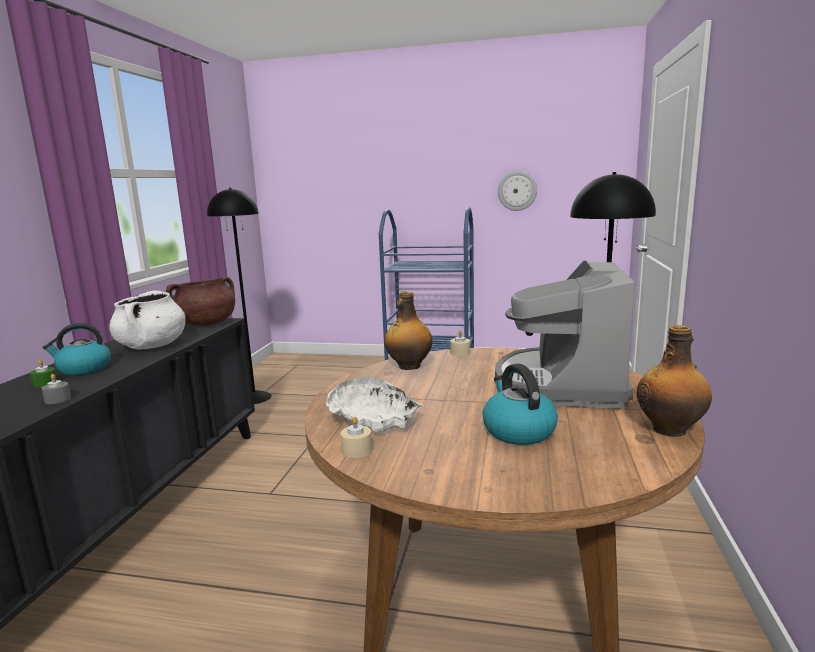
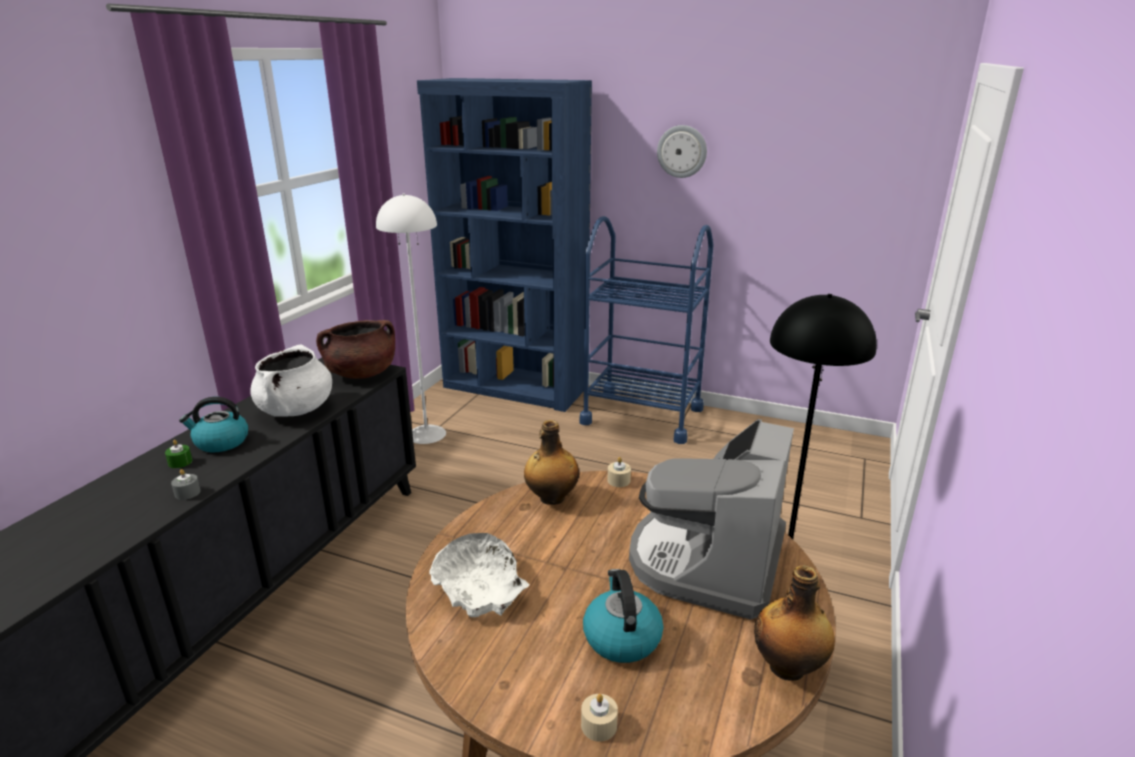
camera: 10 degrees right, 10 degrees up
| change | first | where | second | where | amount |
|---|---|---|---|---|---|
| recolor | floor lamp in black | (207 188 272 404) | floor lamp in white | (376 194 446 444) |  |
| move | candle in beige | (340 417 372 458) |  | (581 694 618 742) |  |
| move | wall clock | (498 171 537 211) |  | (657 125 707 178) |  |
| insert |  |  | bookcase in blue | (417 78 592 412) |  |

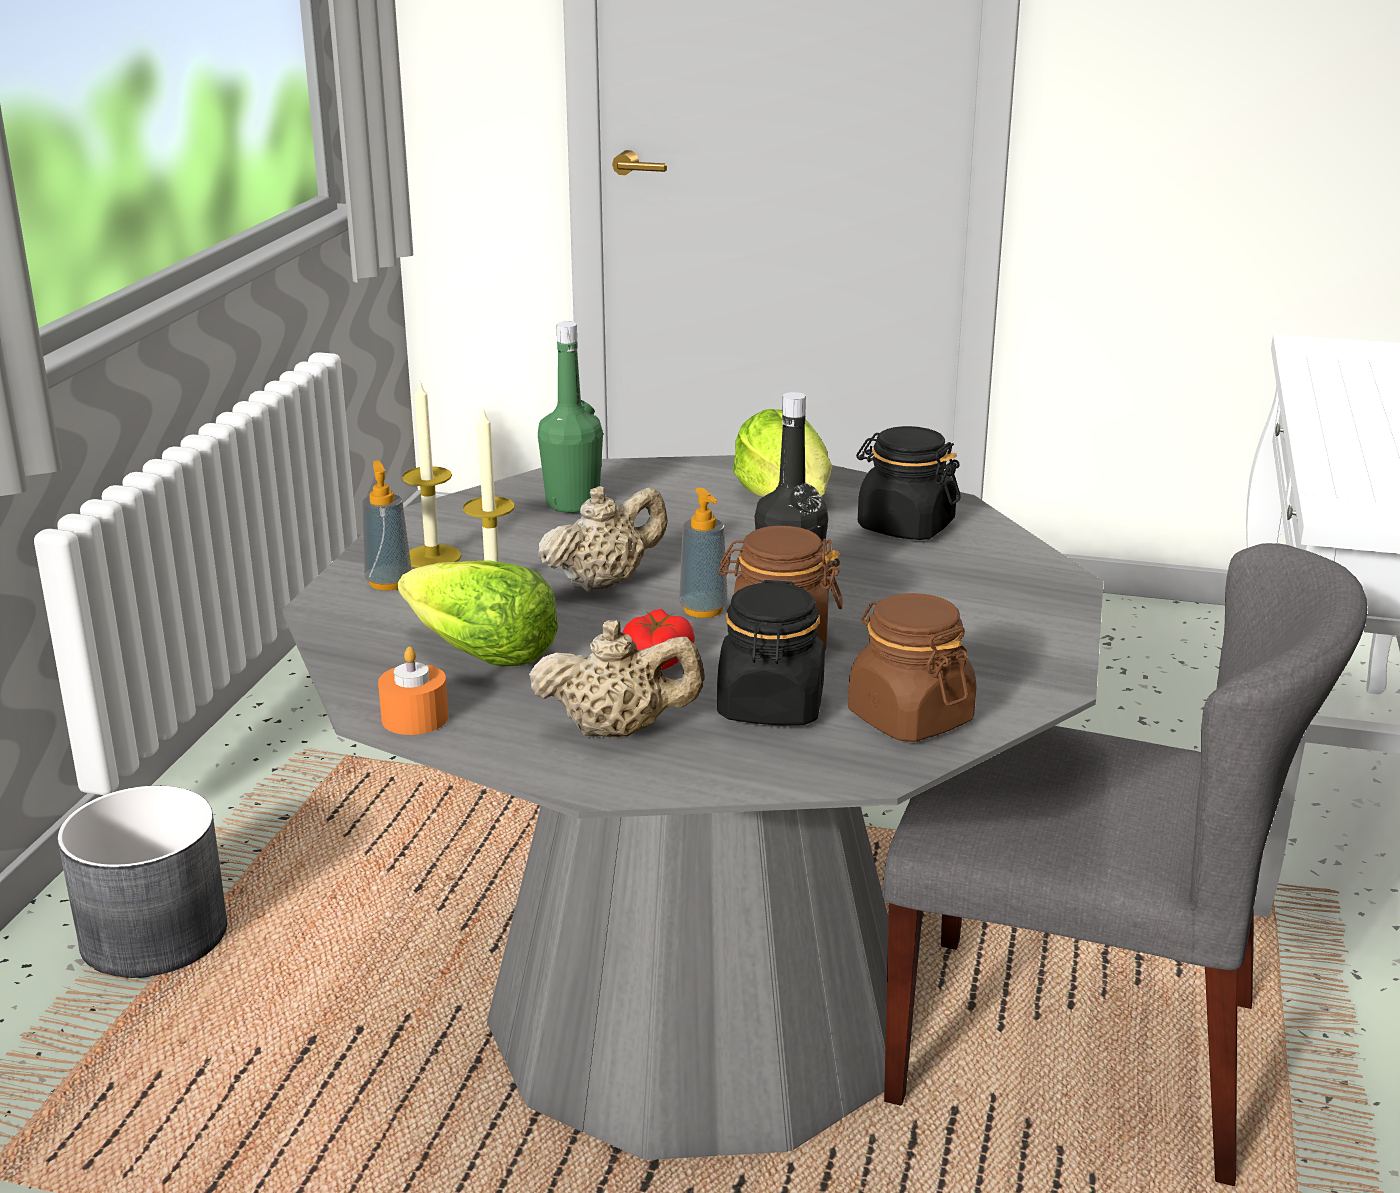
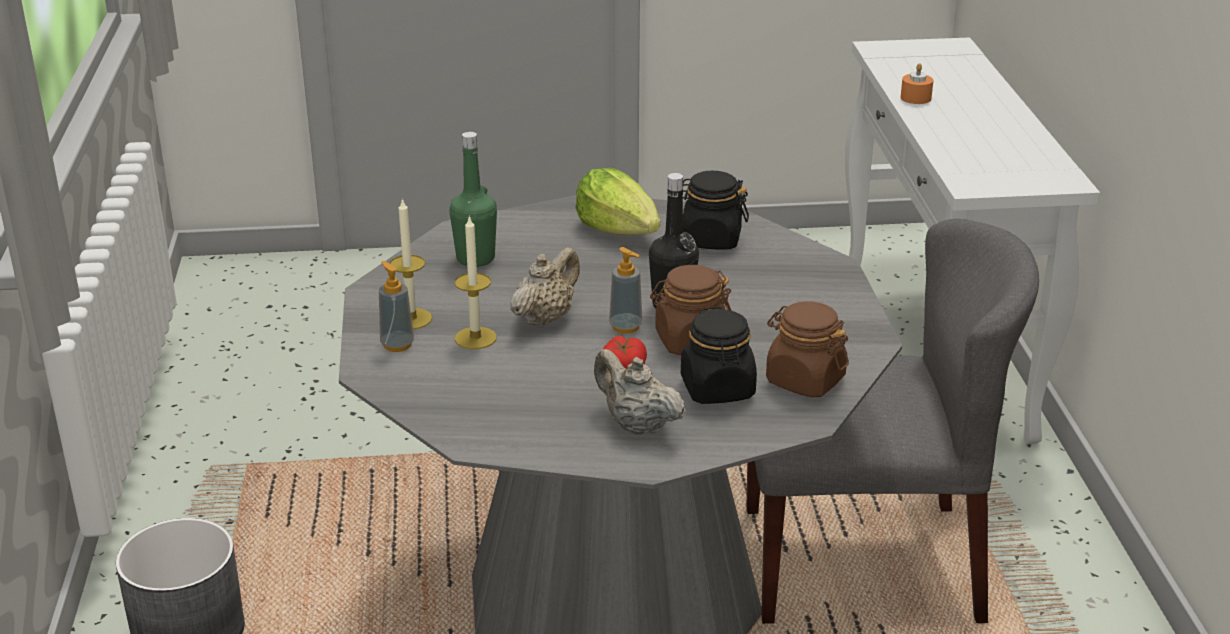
camera: 20 degrees left, 5 degrees up
| change | first | where | second | where | amount |
|---|---|---|---|---|---|
| move | candle in orange | (378 647 449 735) |  | (901 63 933 104) |  |
| delete | lettuce | (398 560 558 667) |  |  |  |
| rotate | teapot in beige | (529 620 705 738) |  | (594 349 686 435) | 120 degrees counterclockwise |

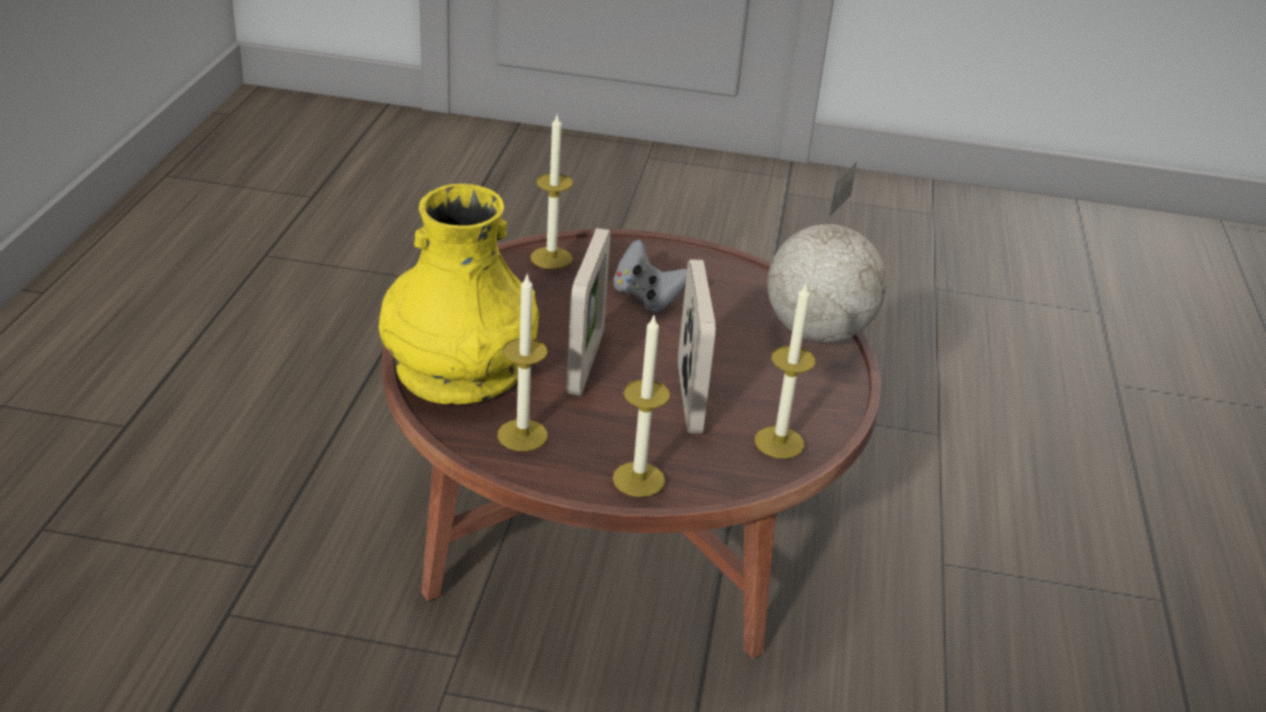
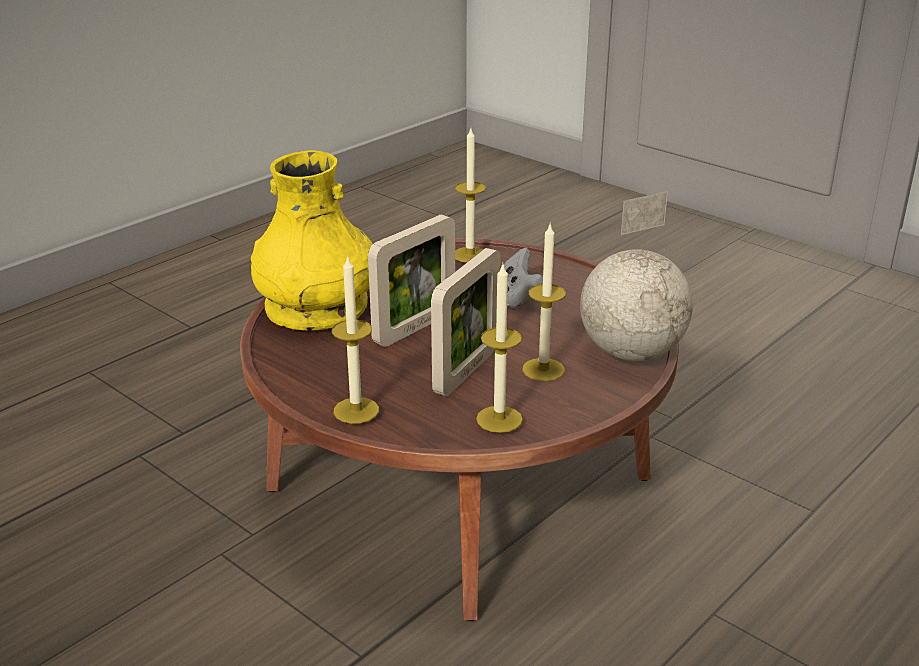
camera: 35 degrees right, 5 degrees down
| change | first | where | second | where | amount |
|---|---|---|---|---|---|
| move | candle | (498 273 548 451) |  | (522 222 566 381) |  |

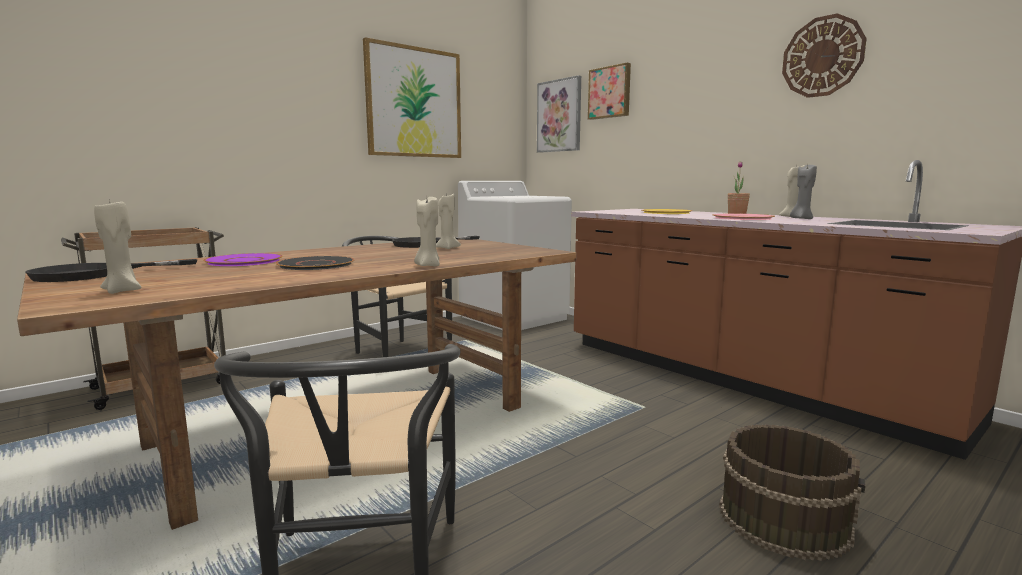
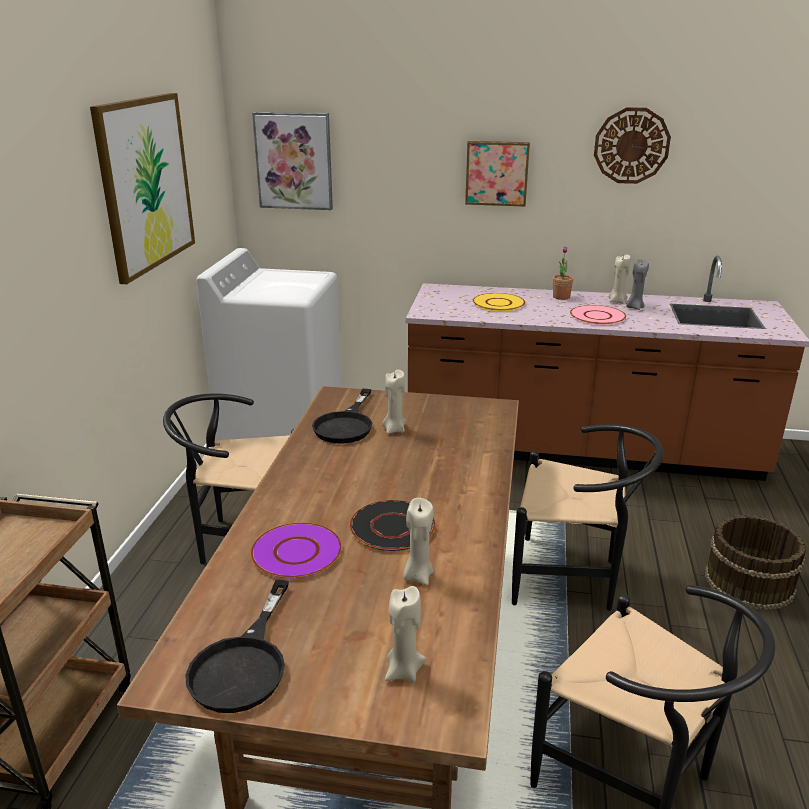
camera: 40 degrees left, 15 degrees up
| change | first | where | second | where | amount |
|---|---|---|---|---|---|
| move | candle in beige | (414 197 440 266) |  | (403 498 434 585) |  |
| move | picture | (588 63 631 120) |  | (465 141 530 207) |  |
| insert |  |  | chair in black | (512 424 664 611) |  |

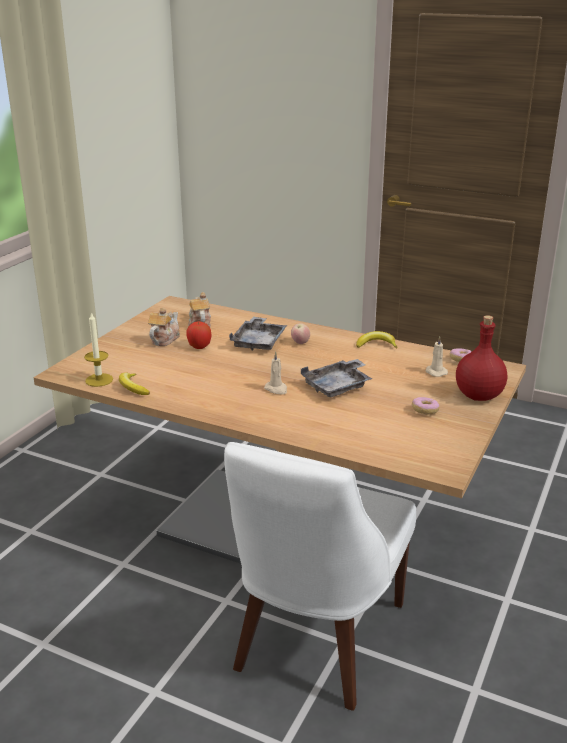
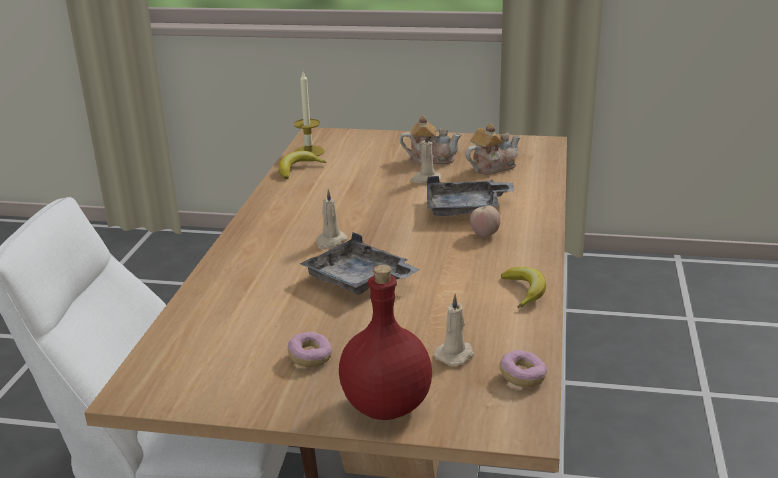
camera: 75 degrees right, 0 degrees up
| change | first | where | second | where | amount |
|---|---|---|---|---|---|
| replace | apple | (187 322 212 349) | candle in beige | (410 132 441 183) |  |

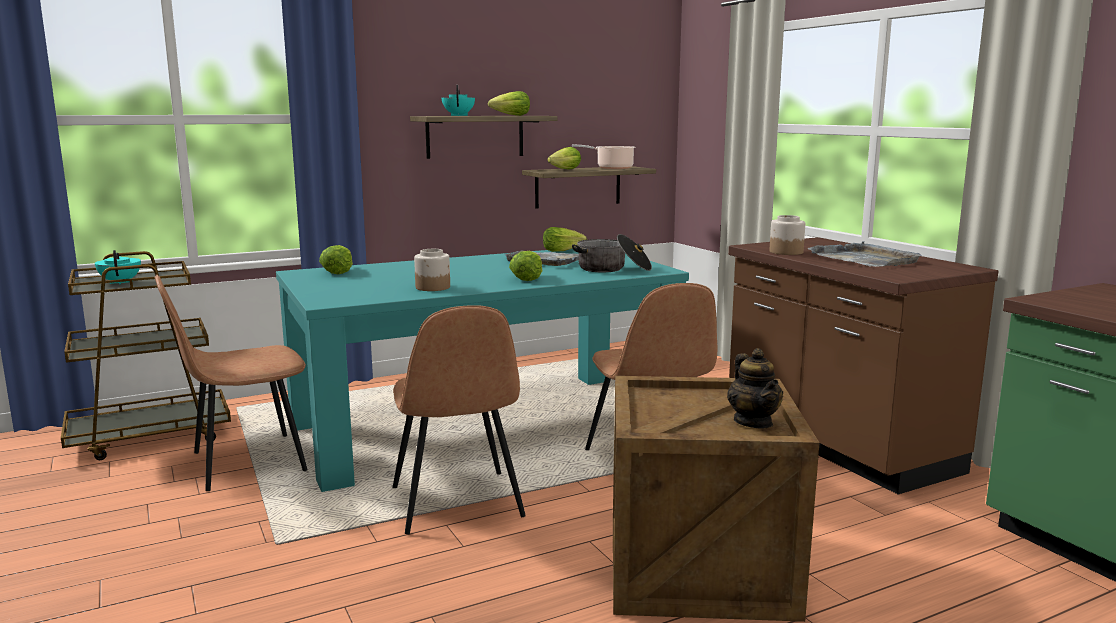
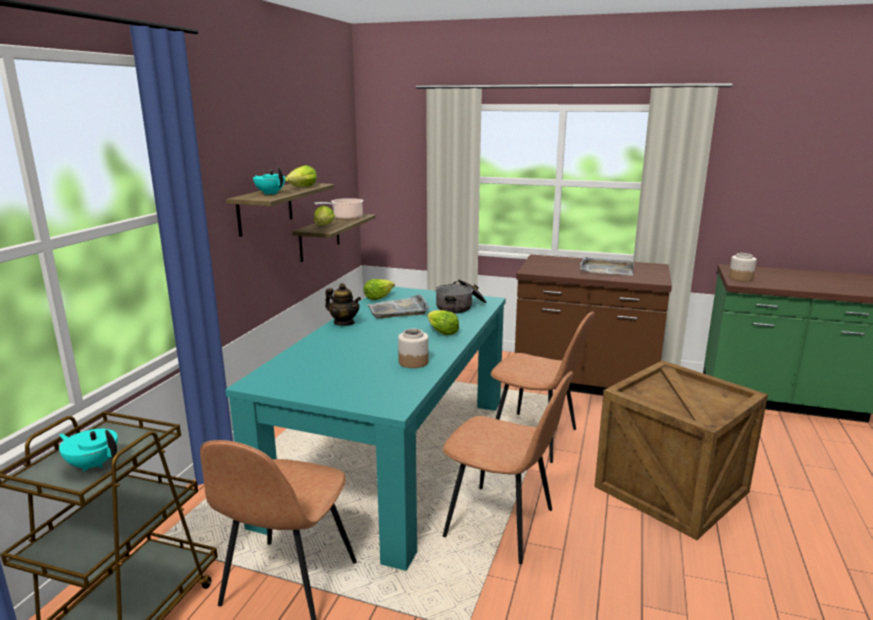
camera: 45 degrees left, 5 degrees up
| change | first | where | second | where | amount |
|---|---|---|---|---|---|
| delete | lettuce | (319 245 353 274) |  |  |  |
| move | teapot | (727 348 783 428) |  | (325 283 361 326) |  |
| move | jar | (770 215 805 255) |  | (729 253 757 281) |  |

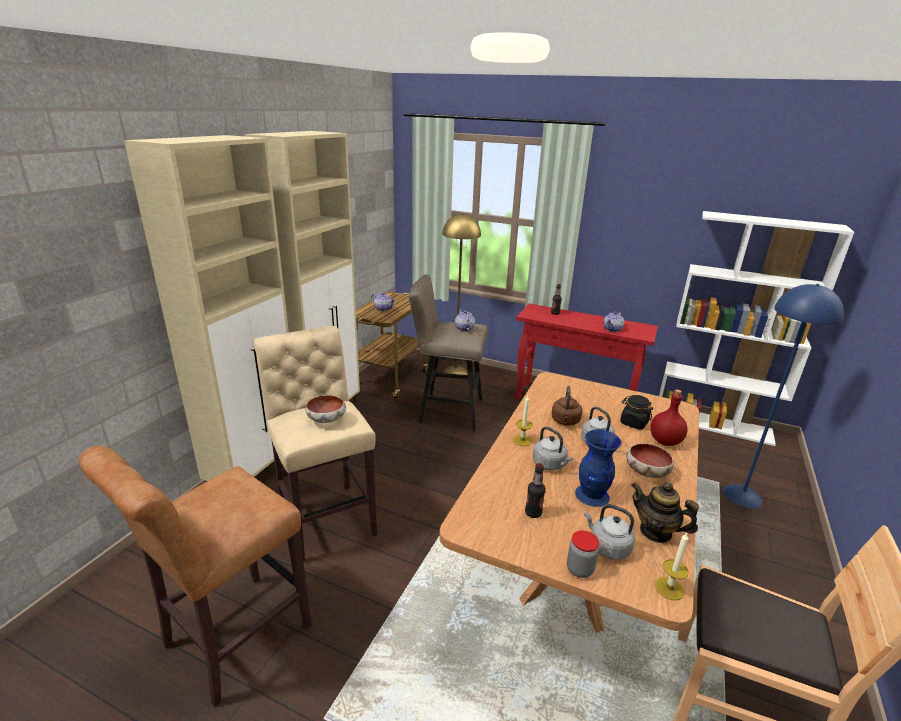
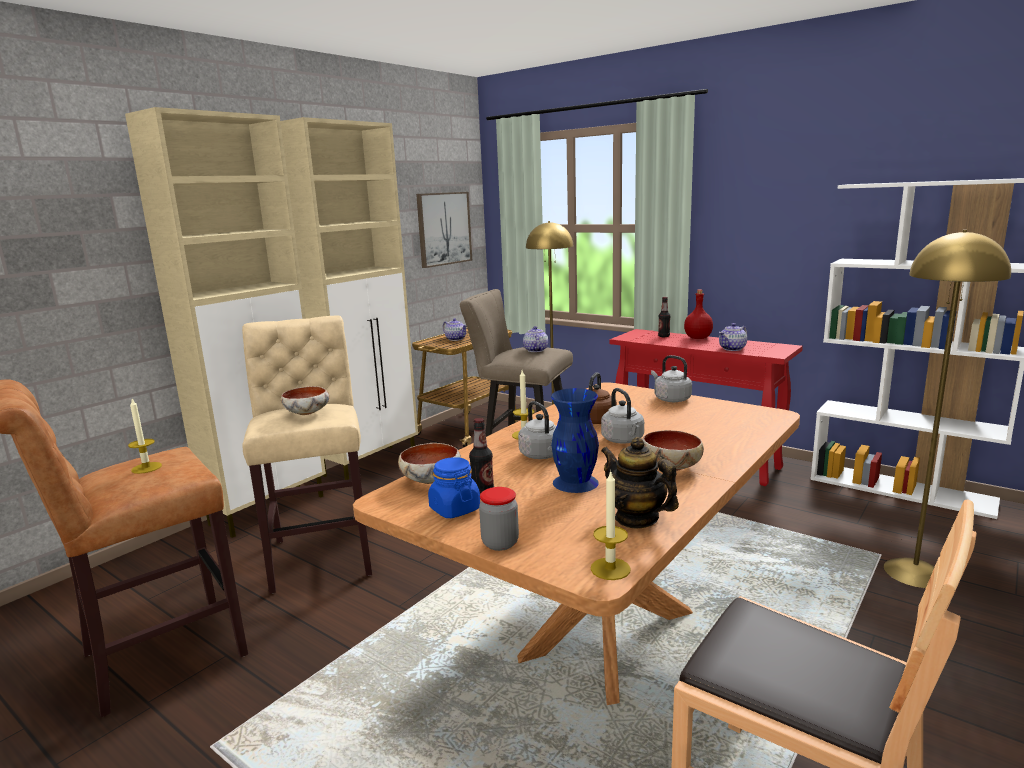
camera: 15 degrees right, 10 degrees down
| change | first | where | second | where | amount |
|---|---|---|---|---|---|
| move | kettle in grey | (584 504 635 560) |  | (651 355 692 402) |  |
| delete | jar in black | (620 395 653 429) |  |  |  |
| move | bottle in red | (650 389 688 446) |  | (684 290 713 339) |  |
| recolor | floor lamp in blue | (723 284 844 508) | floor lamp in yellow | (884 230 1011 588) |  |
| insert |  |  | candle | (128 399 162 474) |  |
| insert |  |  | bowl | (398 443 461 484) |  |
| insert |  |  | picture | (416 192 472 268) |  |
| insert |  |  | jar in blue | (428 457 480 518) |  |

